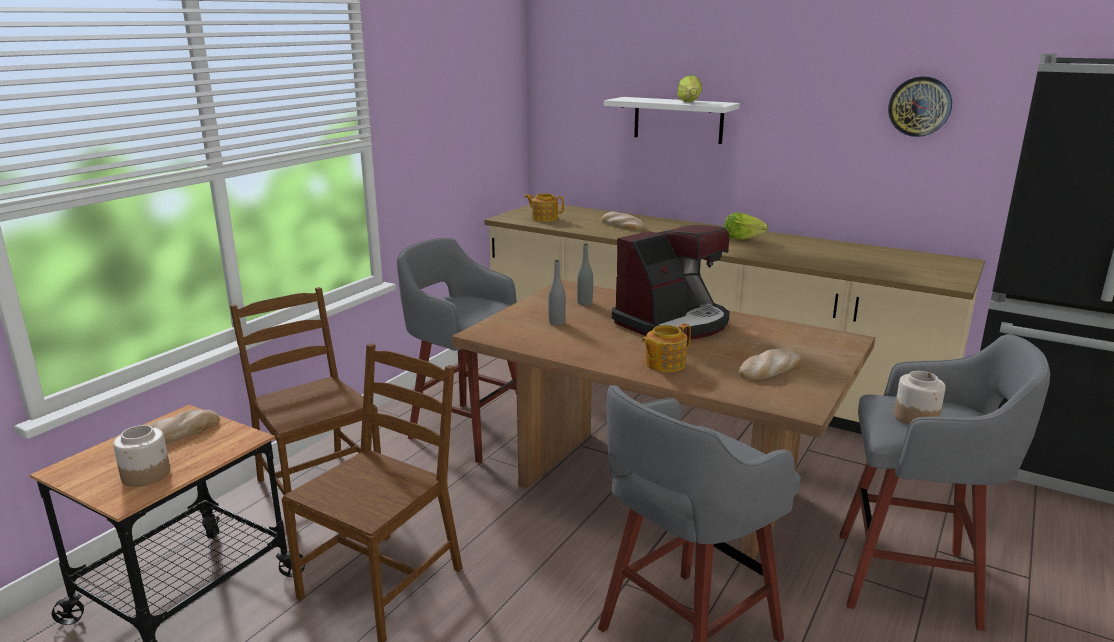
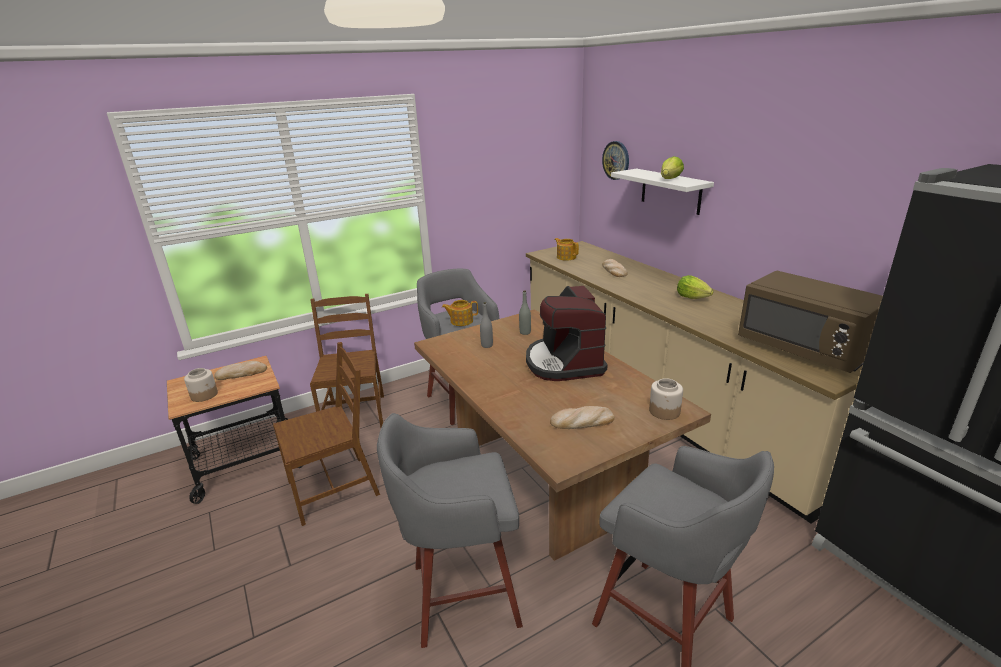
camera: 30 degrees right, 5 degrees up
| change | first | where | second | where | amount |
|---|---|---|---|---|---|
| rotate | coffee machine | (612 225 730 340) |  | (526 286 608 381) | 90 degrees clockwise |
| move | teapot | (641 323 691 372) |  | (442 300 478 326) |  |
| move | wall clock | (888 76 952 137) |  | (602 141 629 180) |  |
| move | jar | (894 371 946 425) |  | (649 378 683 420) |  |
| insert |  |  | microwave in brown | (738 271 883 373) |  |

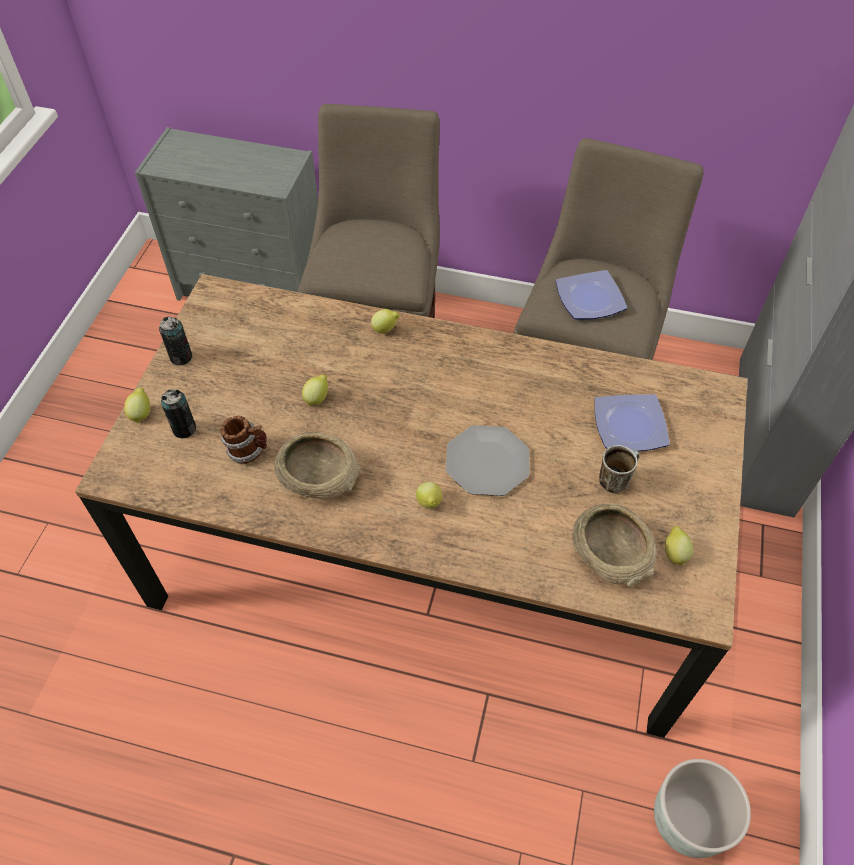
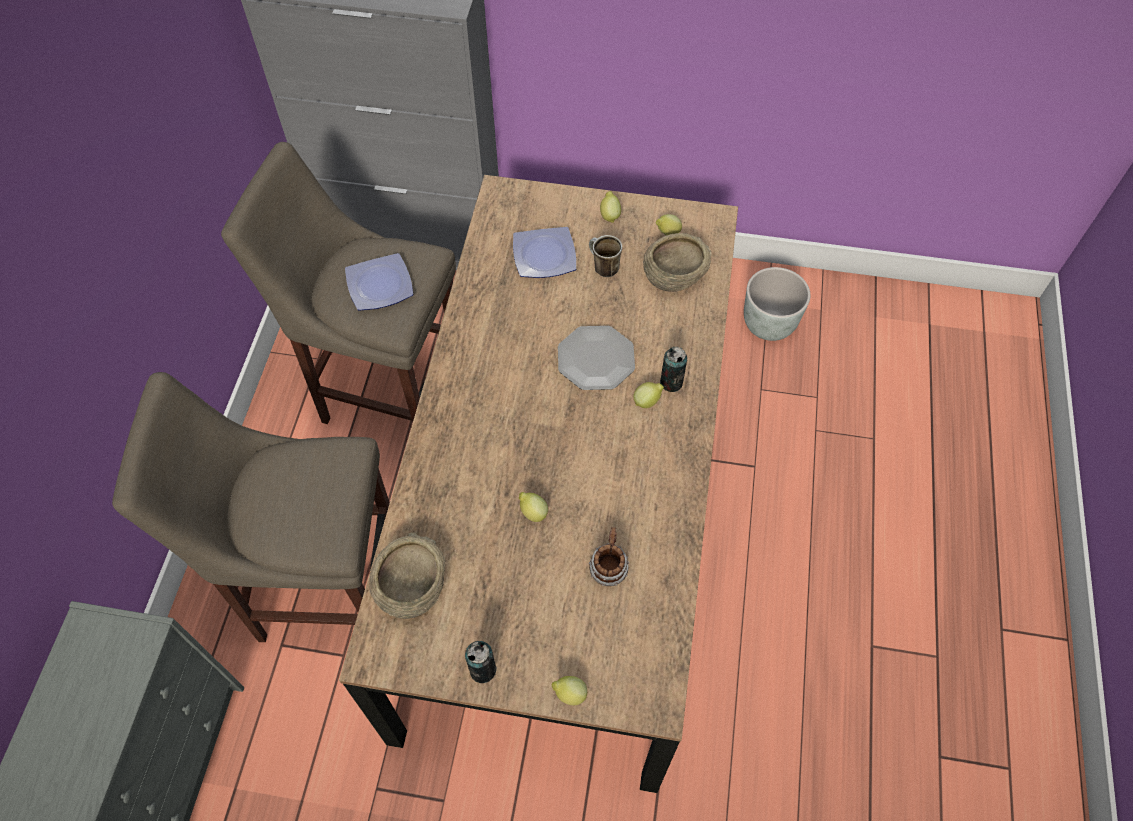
camera: 95 degrees left, 5 degrees up
| change | first | where | second | where | amount |
|---|---|---|---|---|---|
| move | can | (161 389 196 439) |  | (660 347 687 392) |  |
| move | bowl in beige | (274 432 361 499) |  | (369 532 446 619) |  |
| move | lemon | (371 309 400 334) |  | (600 191 621 223) |  |

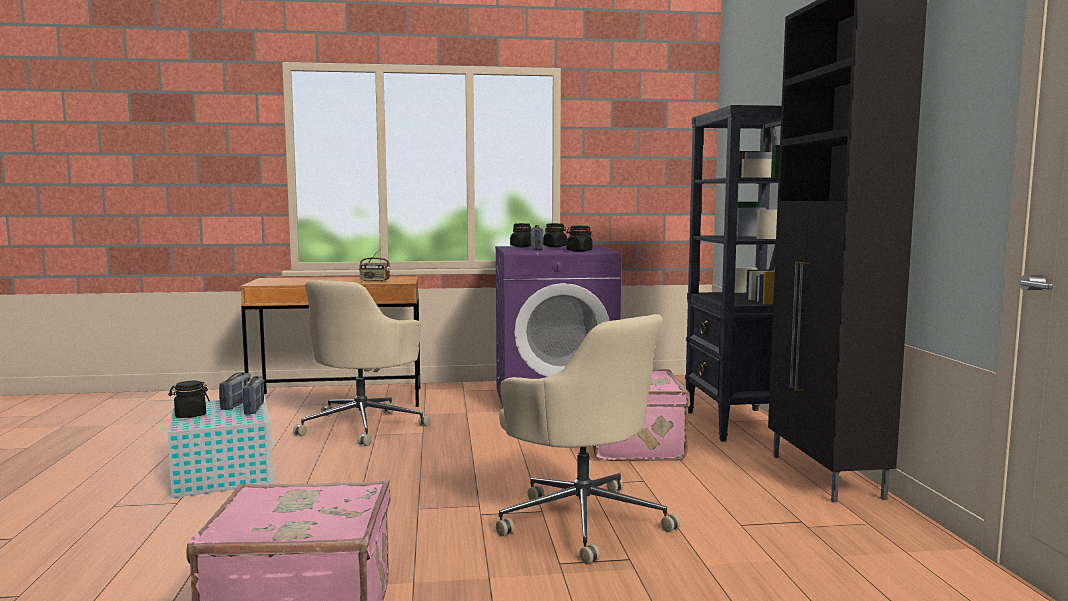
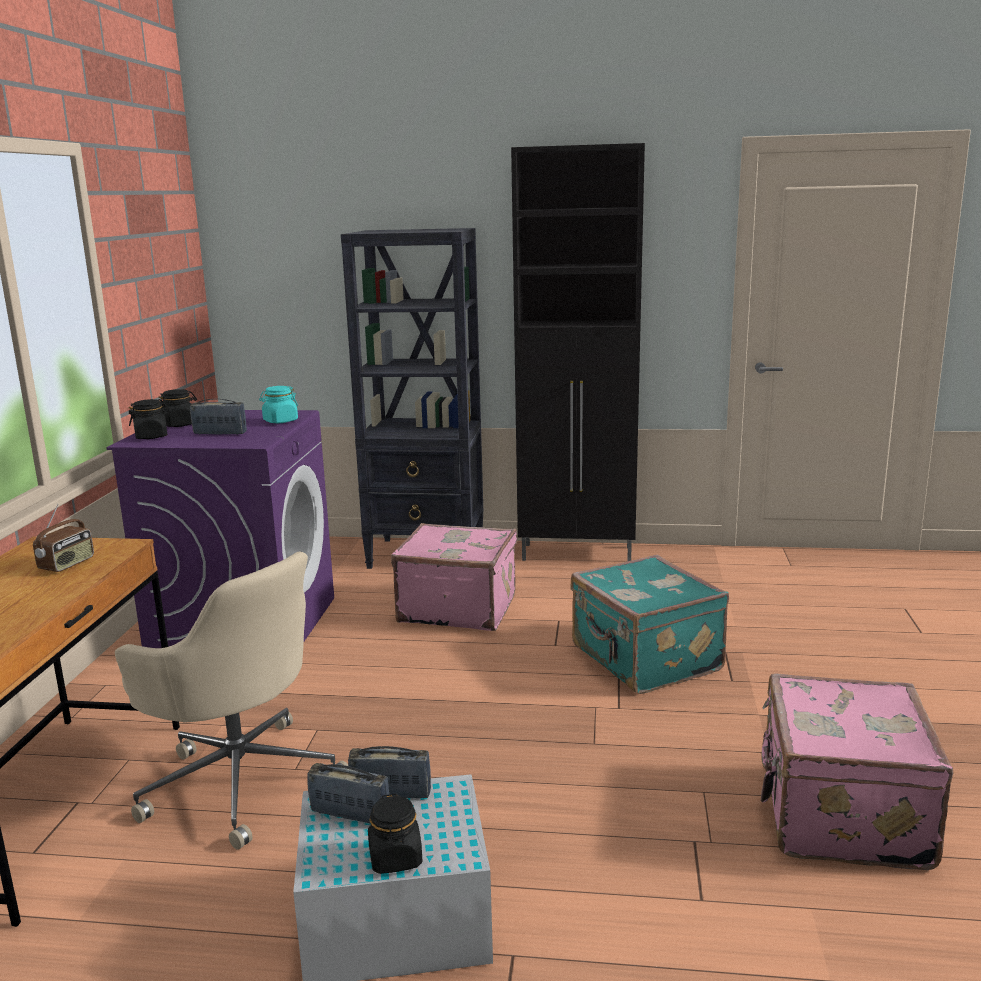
camera: 75 degrees left, 10 degrees up
| change | first | where | second | where | amount |
|---|---|---|---|---|---|
| replace | office chair in beige | (496 314 680 564) | suitcase in turquoise | (571 555 729 694) |  |
| recolor | jar in black | (566 226 593 252) | jar in turquoise | (259 386 298 423) |  |

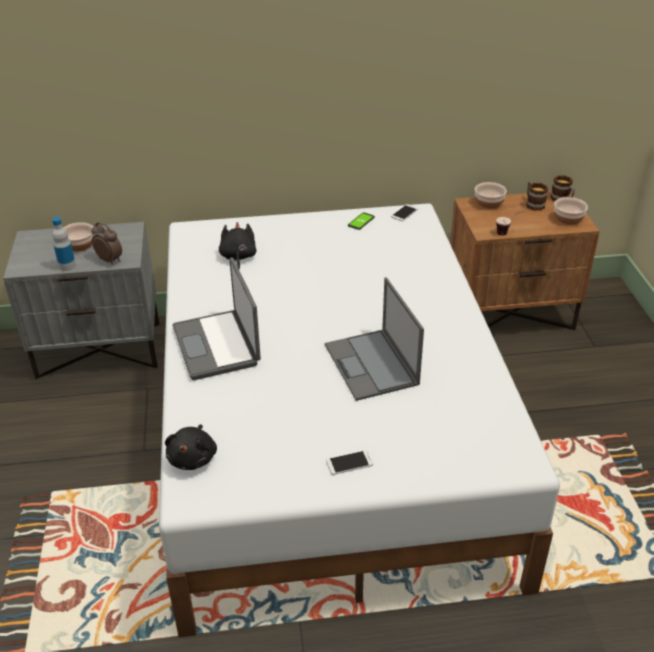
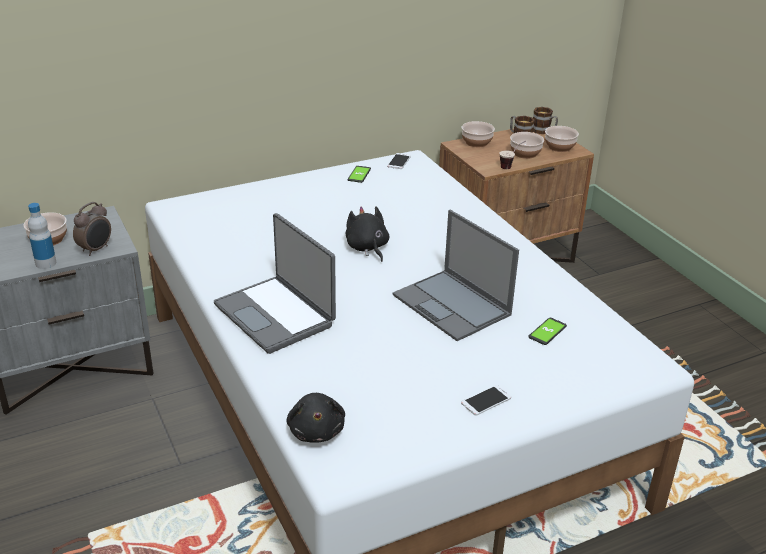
camera: 20 degrees left, 5 degrees down
| change | first | where | second | where | amount |
|---|---|---|---|---|---|
| rotate | alarm clock | (91 222 122 265) |  | (73 202 111 256) | 105 degrees clockwise |
| move | plush toy in black | (219 222 257 269) |  | (346 206 389 262) |  |
| insert |  |  | bowl | (510 132 544 159) |  |
| insert |  |  | phone | (528 318 567 345) |  |

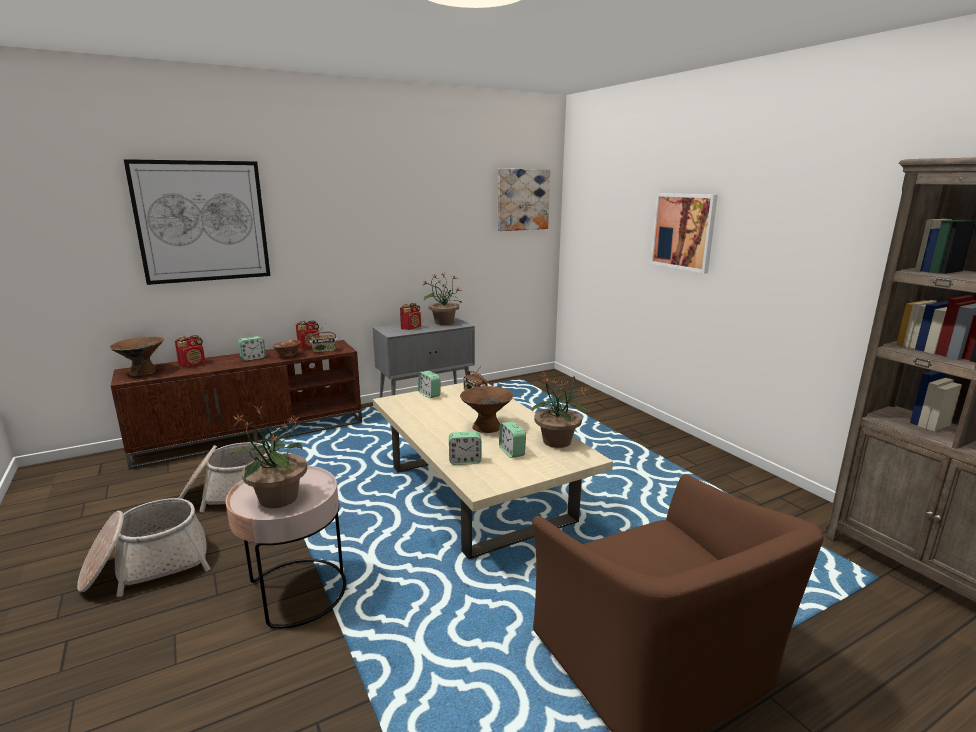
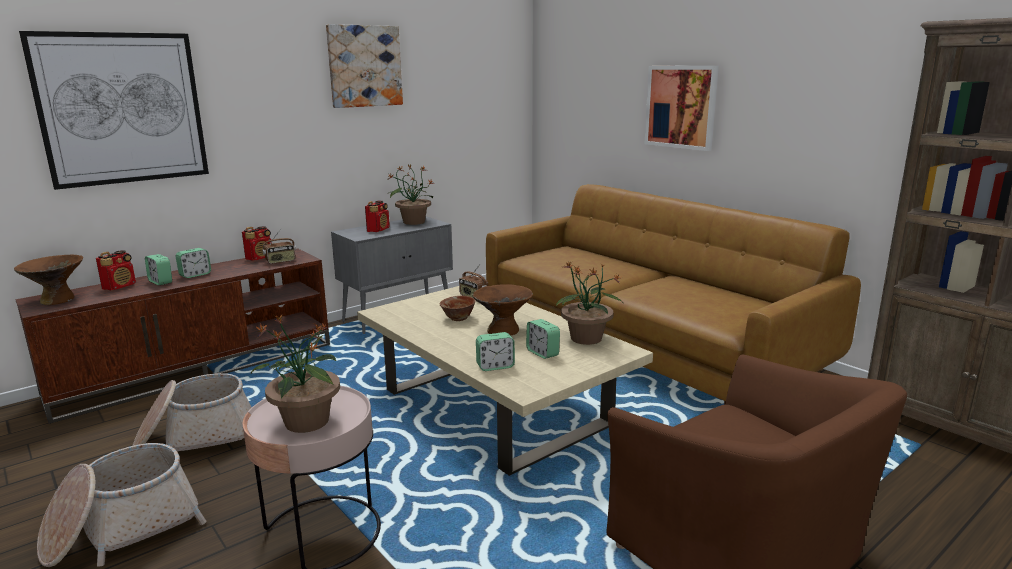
camera: 10 degrees left, 0 degrees up
| change | first | where | second | where | amount |
|---|---|---|---|---|---|
| move | bowl | (273 340 301 358) |  | (440 296 475 321) |  |
| move | alarm clock | (418 371 440 398) |  | (145 254 172 285) |  |
| move | picture | (498 169 550 231) |  | (326 24 403 108) |  |
| insert |  |  | sofa in brown | (486 184 861 405) |  |

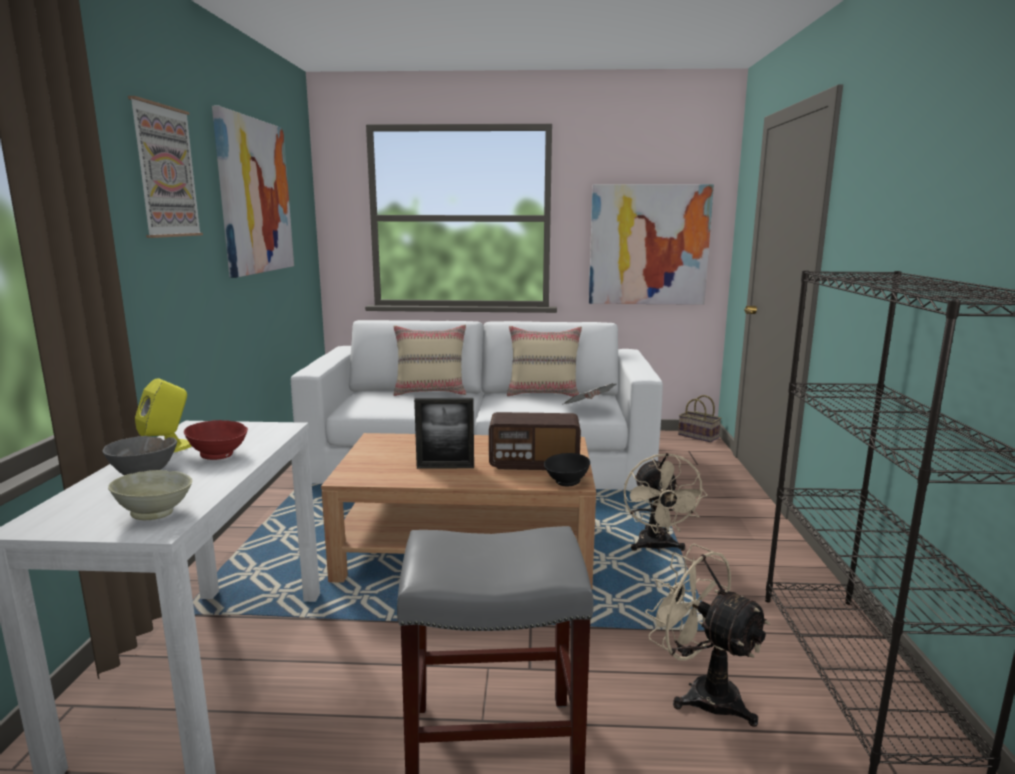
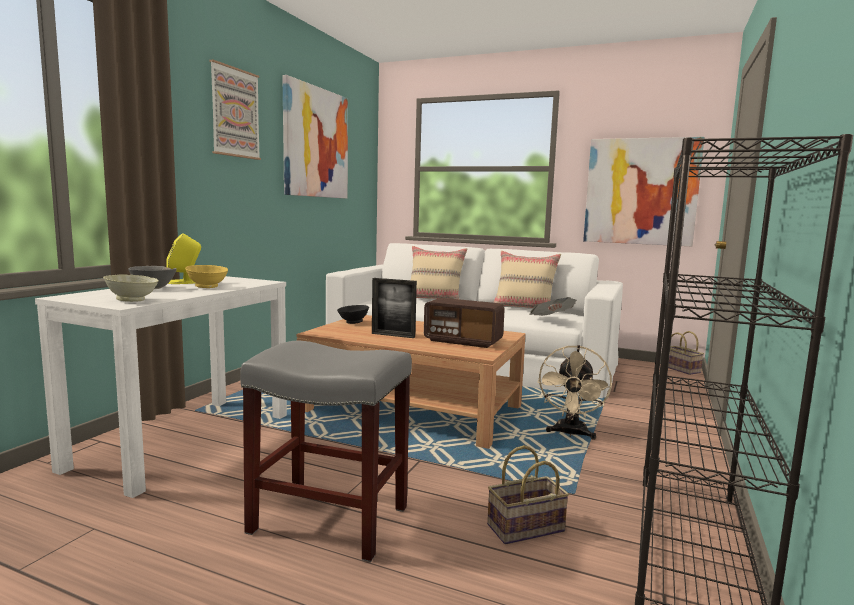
camera: 20 degrees right, 5 degrees down
| change | first | where | second | where | amount |
|---|---|---|---|---|---|
| recolor | bowl in red | (184 420 248 460) | bowl in yellow | (185 265 228 288) |  |
| move | bowl in black | (544 453 590 486) |  | (337 305 369 324) |  |
| replace | fan in beige | (645 544 770 727) | basket | (487 445 569 545) |  |

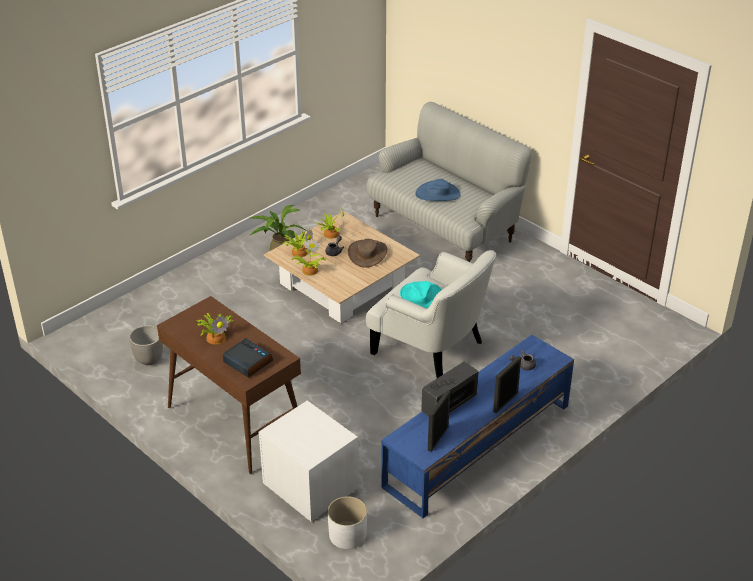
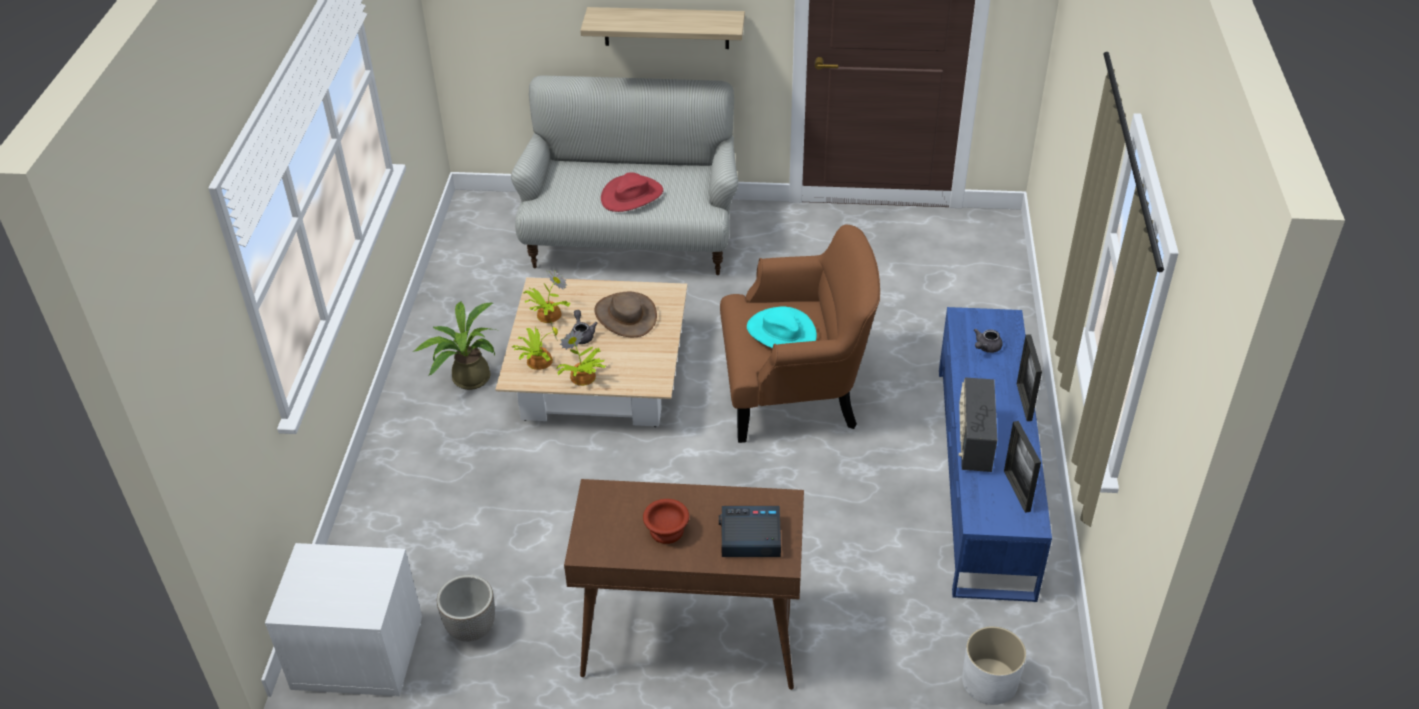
camera: 40 degrees left, 5 degrees up
| change | first | where | second | where | amount |
|---|---|---|---|---|---|
| replace | potted plant | (197 313 234 345) | bowl in brown | (643 499 689 544) |  |
| move | nightstand in white | (259 400 358 522) |  | (265 543 422 696) |  |
| recolor | armchair in white | (366 250 496 378) | armchair in brown | (720 224 880 443) |  |
| recolor | hat in blue | (415 179 460 201) | hat in red | (601 172 663 212) |  |
| insert |  |  | shelf | (580 7 745 49) |  |

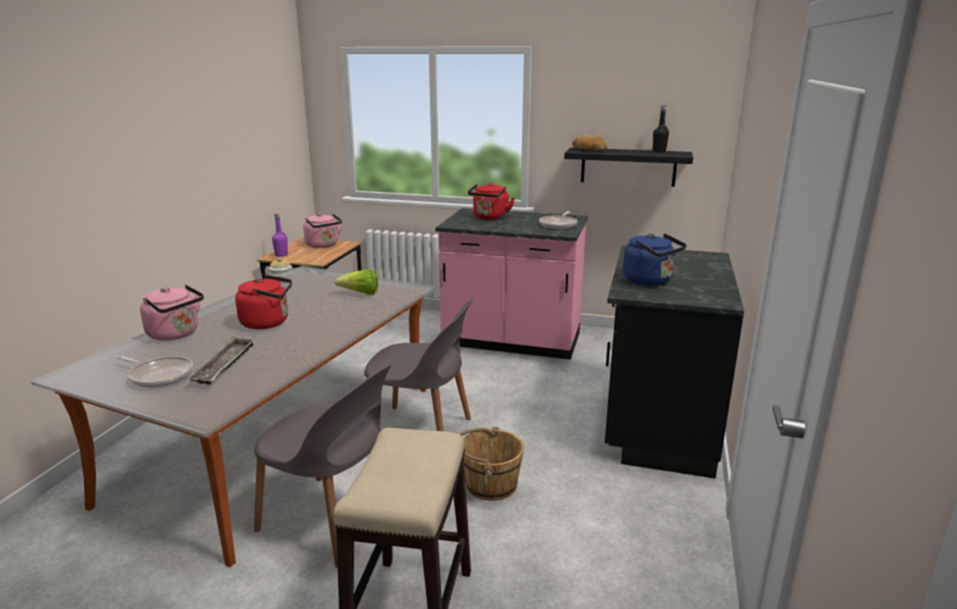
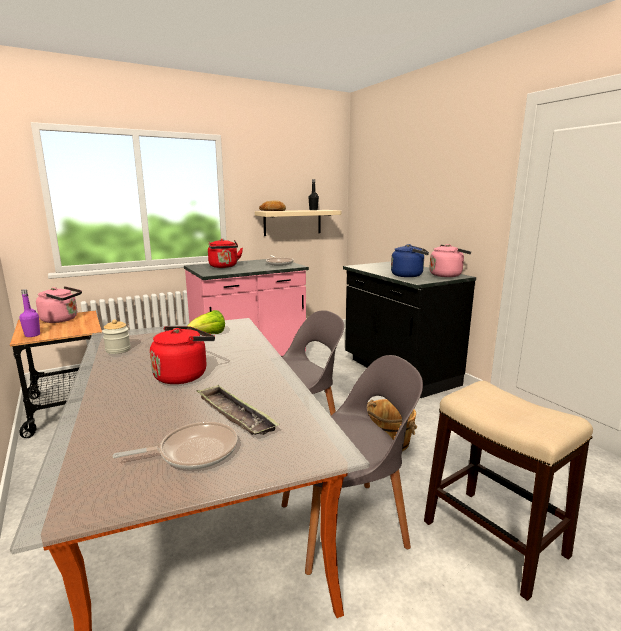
camera: 45 degrees left, 5 degrees down
| change | first | where | second | where | amount |
|---|---|---|---|---|---|
| move | kettle in pink | (140 285 204 341) |  | (429 244 471 277) |  |
| recolor | shelf in black | (564 148 693 187) | shelf in beige | (255 210 341 236) |  |

